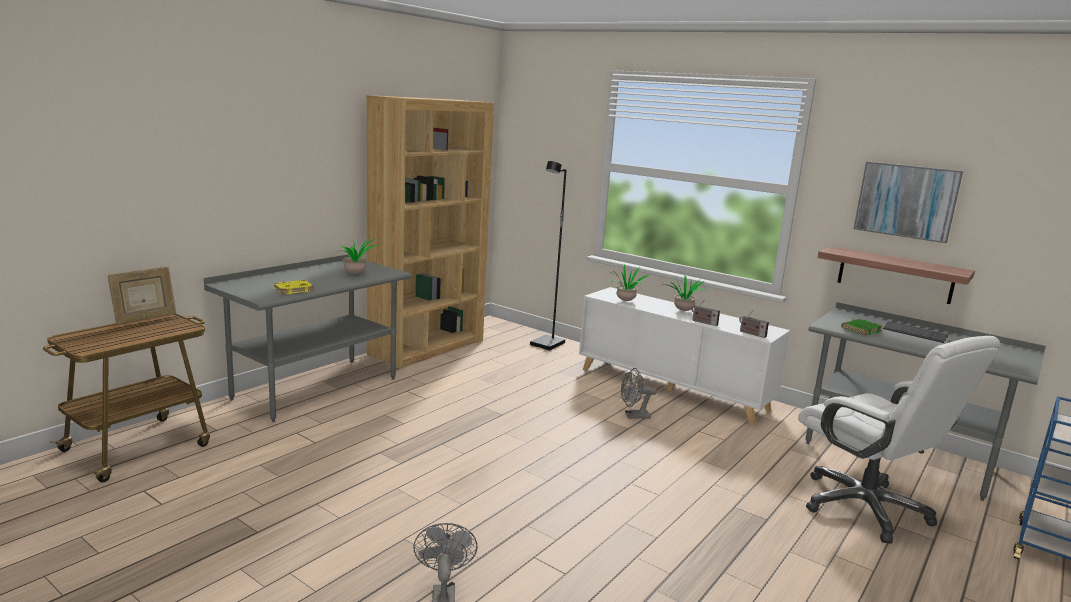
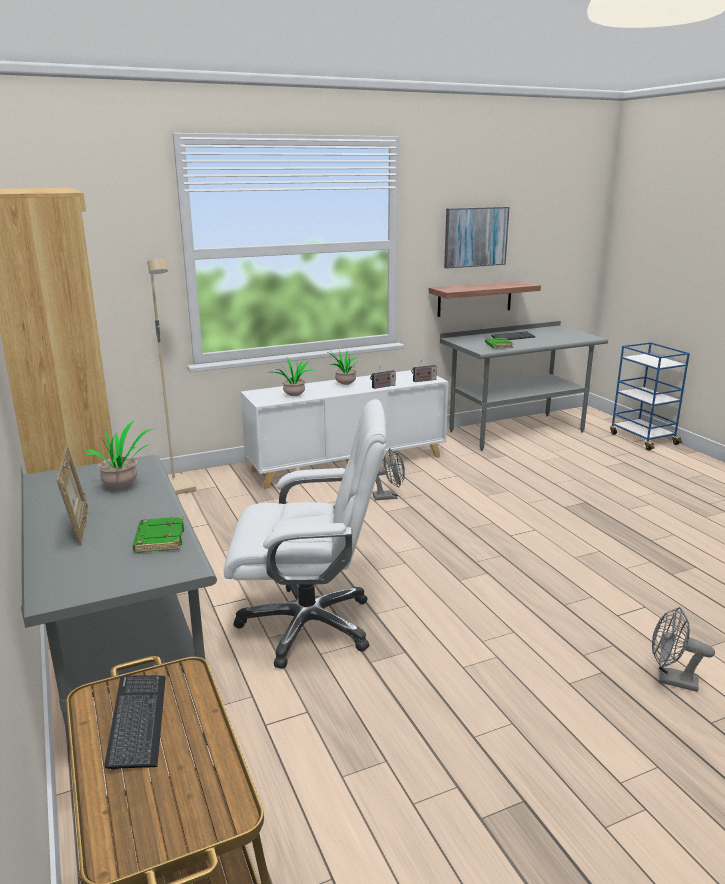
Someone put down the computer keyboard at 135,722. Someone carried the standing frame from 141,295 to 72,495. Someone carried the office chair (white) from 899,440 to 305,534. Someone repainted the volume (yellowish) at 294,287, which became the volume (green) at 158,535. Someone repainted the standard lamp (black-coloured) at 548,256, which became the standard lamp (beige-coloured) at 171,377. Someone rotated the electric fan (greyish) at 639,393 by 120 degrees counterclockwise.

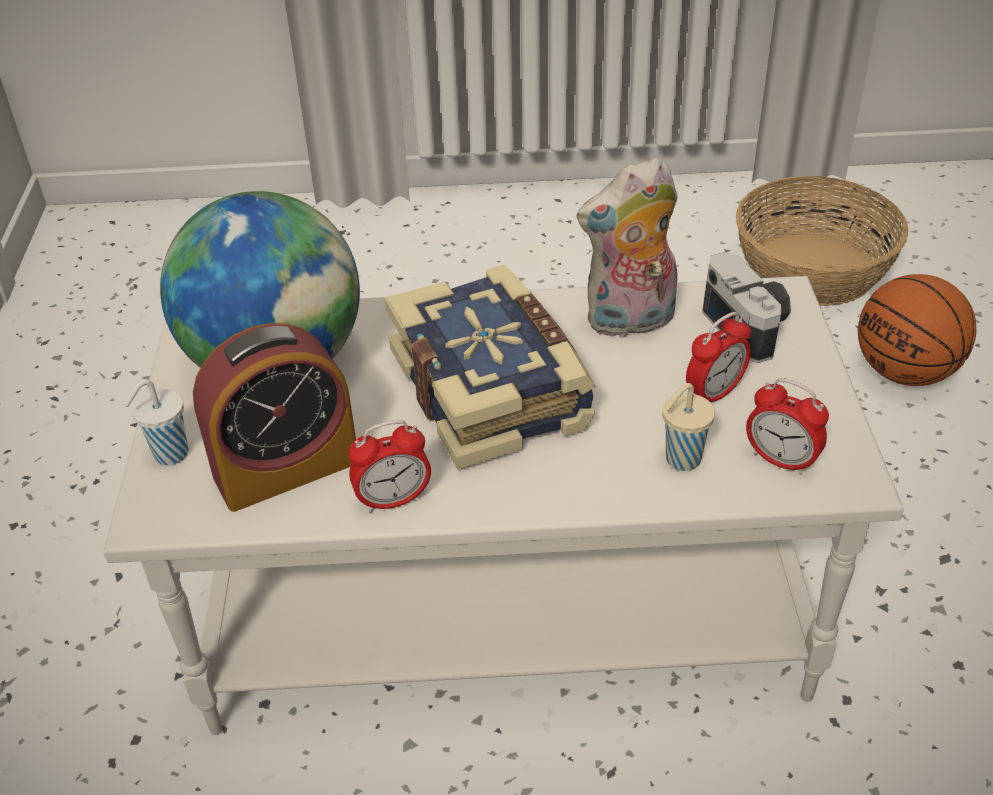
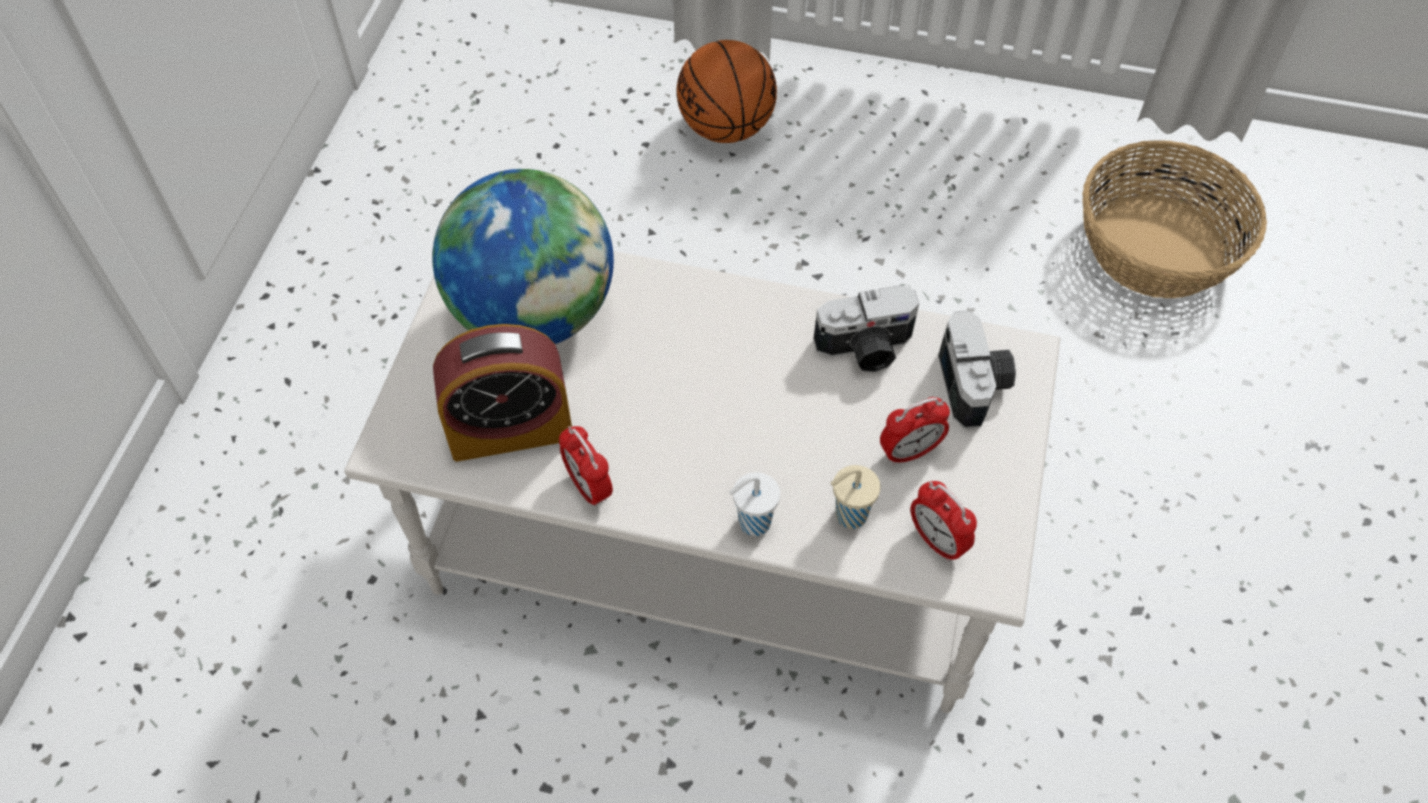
Someone took away the volume at 490,367. Someone carried the cup (white) from 155,422 to 754,504. Someone carried the ball for basketball from 917,330 to 727,91. Someone swapped the soft toy at 627,247 for the still camera at 866,328. Someone rotated the table clock at 389,466 by 60 degrees clockwise.

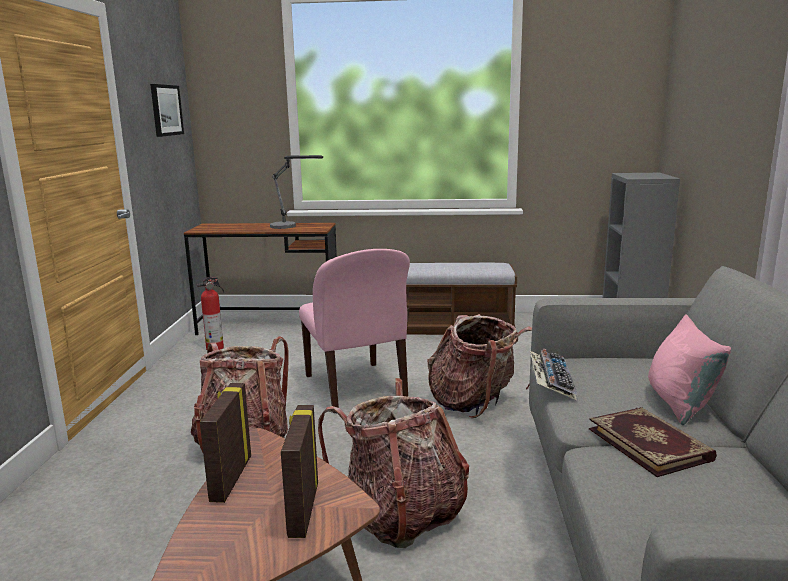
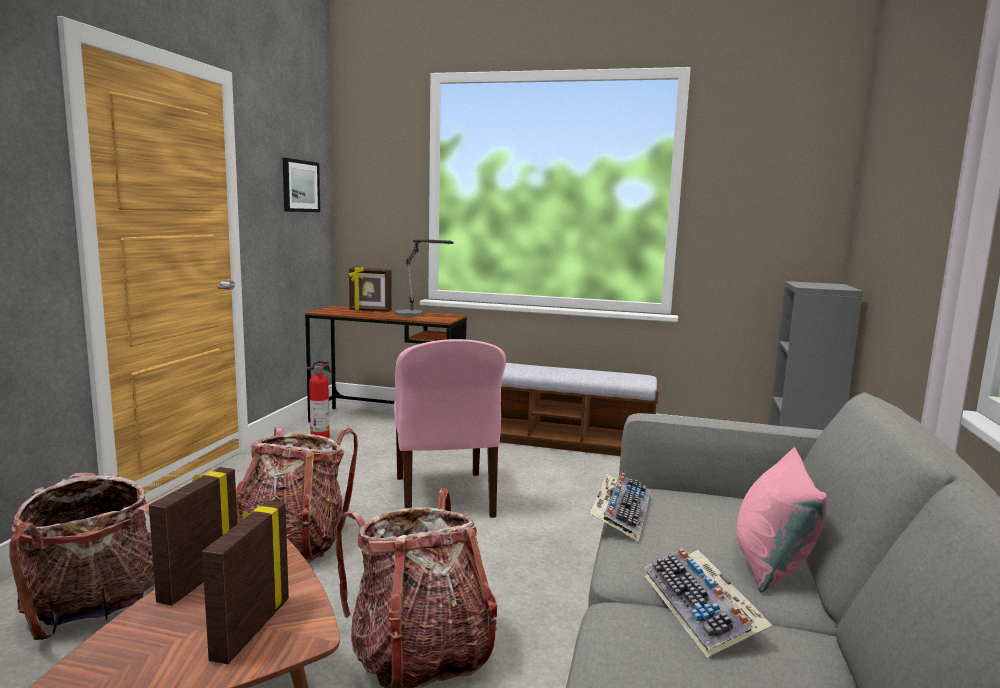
Someone put down the standing frame at 370,289. Someone carried the knapsack from 479,366 to 82,556. Someone swapped the volume at 653,442 for the computer keyboard at 708,603.

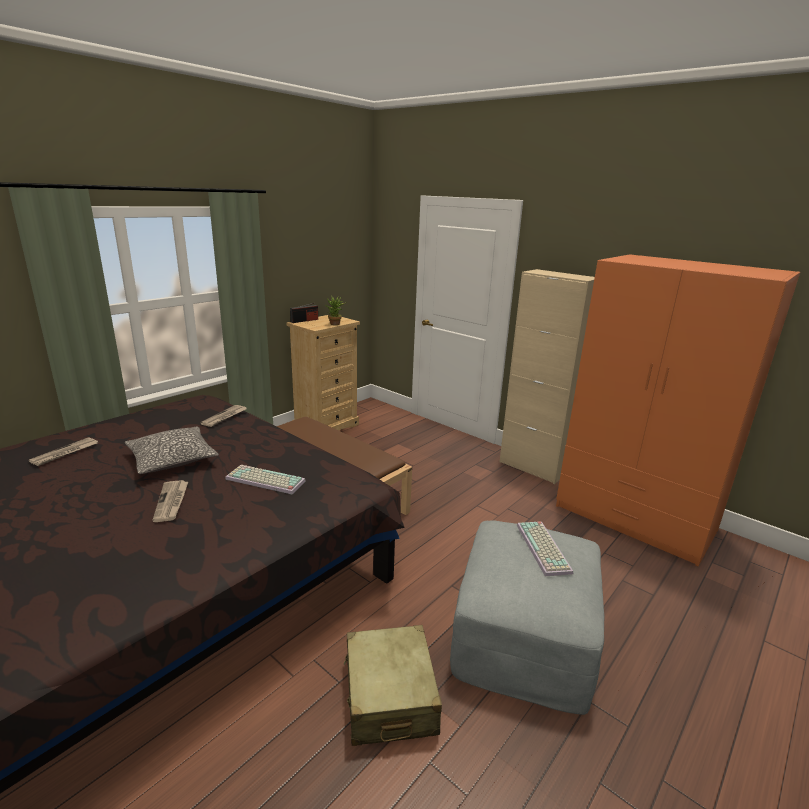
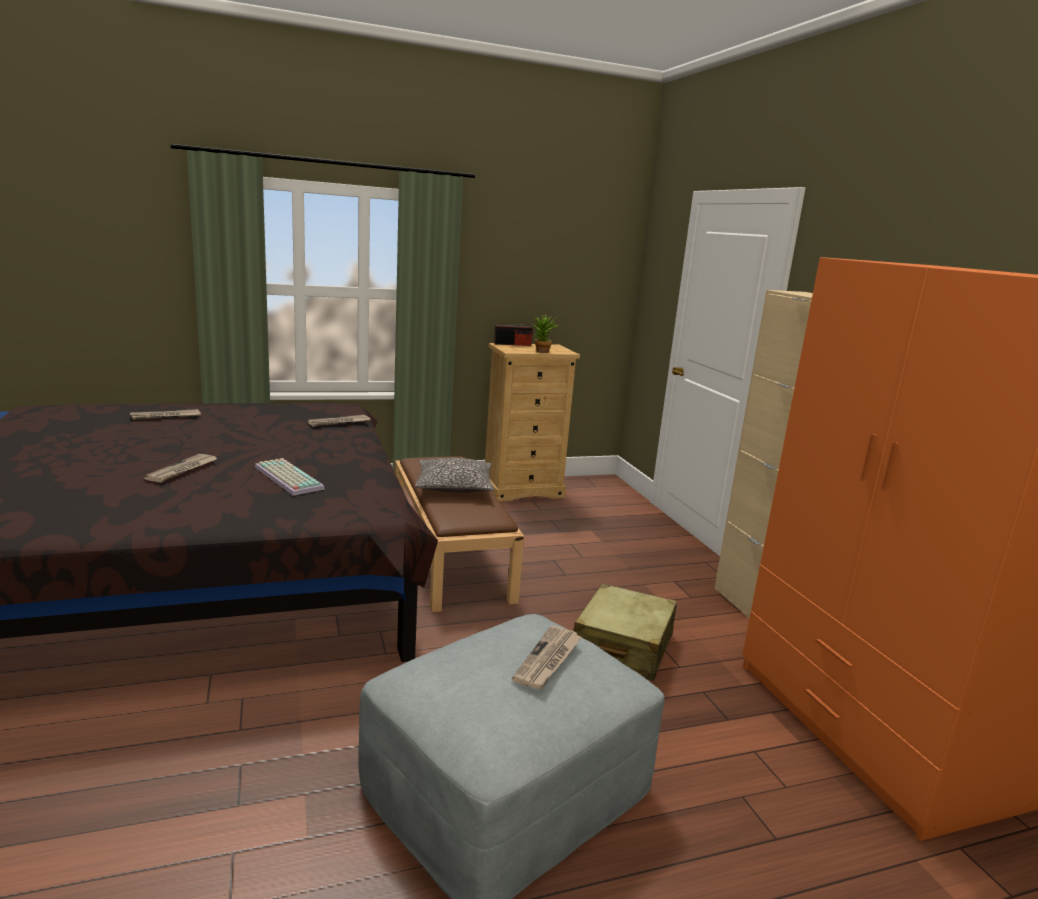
Someone carried the pillow from 172,450 to 454,475. Someone carried the suitcase (beige-coloured) from 393,685 to 625,632. Someone swapped the computer keyboard at 545,548 for the daily paper at 547,657.

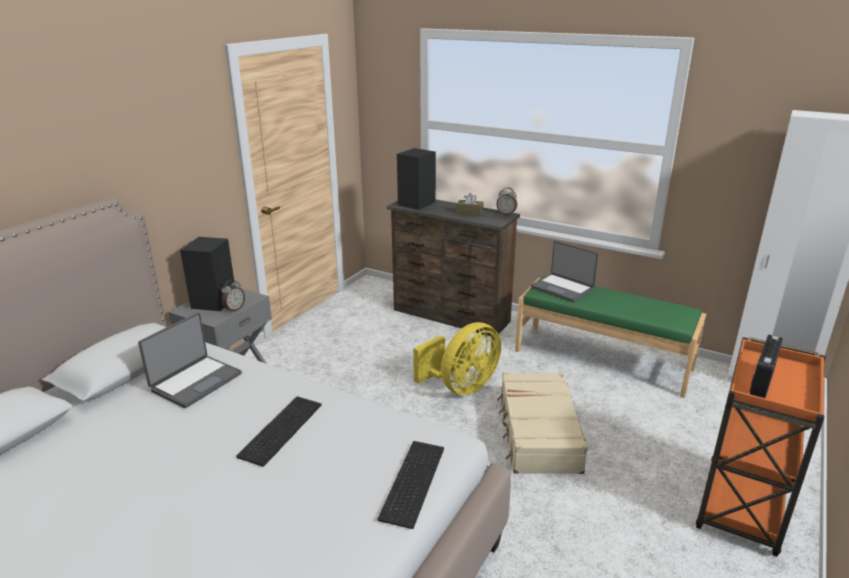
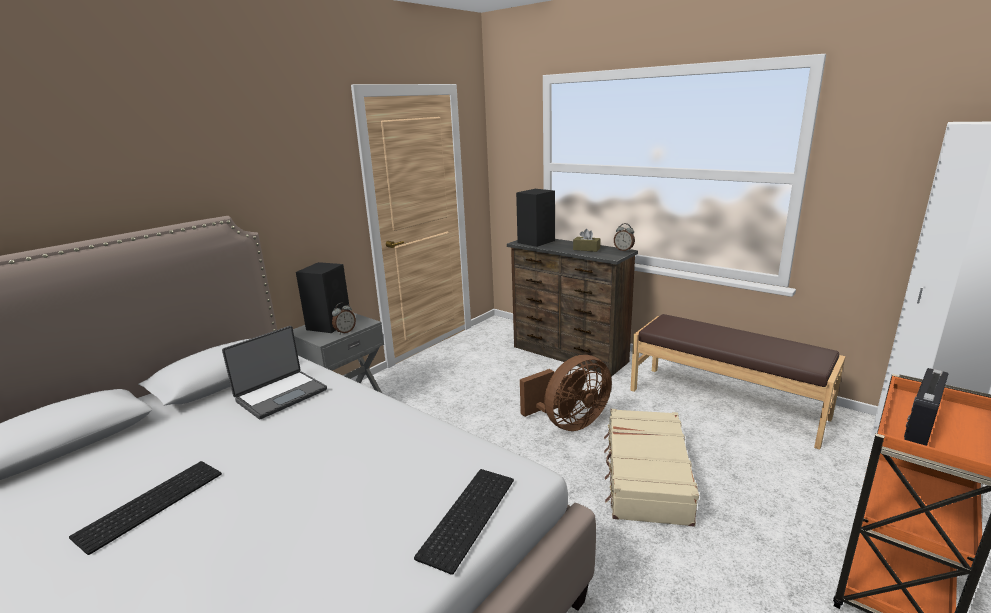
Someone took away the laptop at 565,271. Someone carried the computer keyboard from 279,431 to 145,508. Someone repainted the electric fan (yellowish) at 457,358, which became the electric fan (brown-coloured) at 566,393. Someone repainted the long seat (green) at 610,337, which became the long seat (brown-coloured) at 738,382.

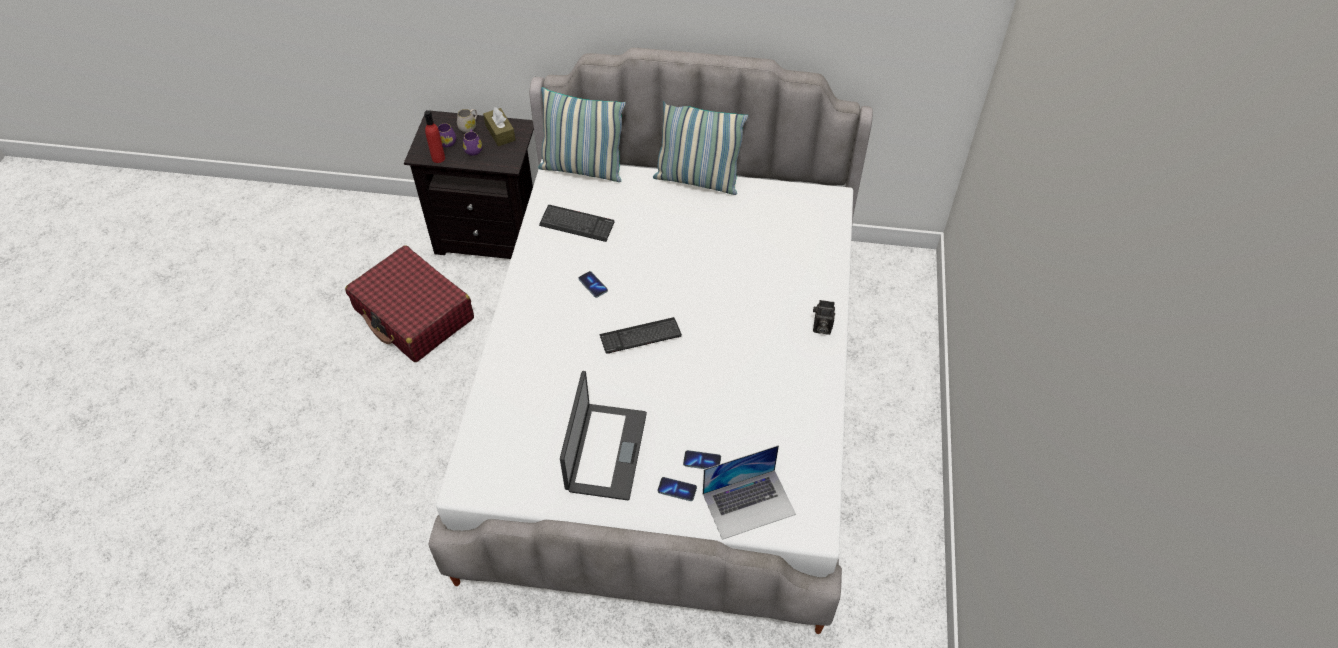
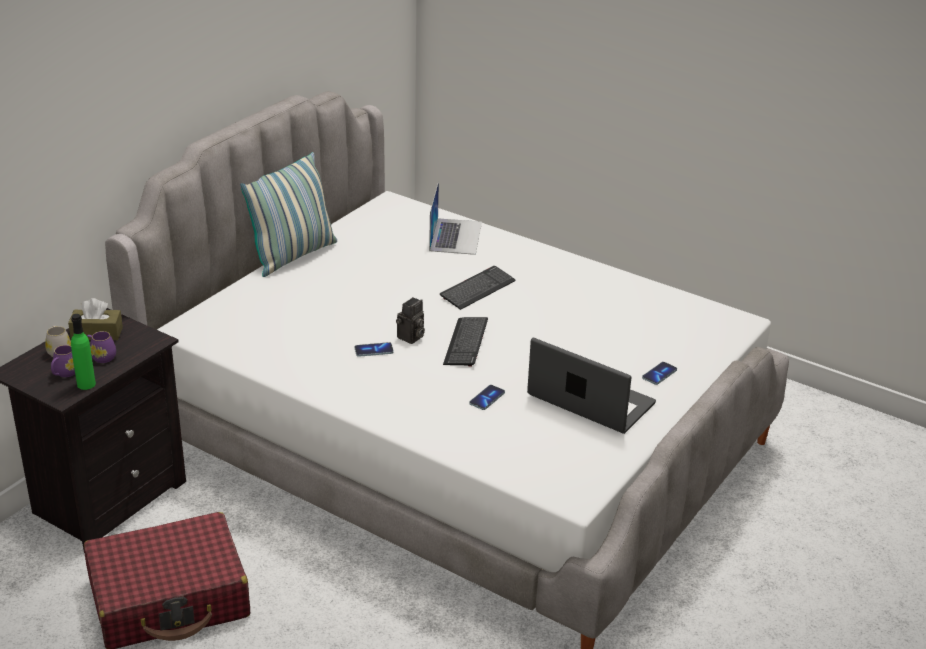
Someone took away the pillow at 582,134. Someone carried the computer keyboard from 577,223 to 478,288. Someone carried the handset from 702,459 to 487,397. Someone carried the laptop from 749,492 to 455,218. Someone carried the still camera from 824,317 to 410,320. Someone repainted the bottle (reddish) at 434,136, which became the bottle (green) at 83,352.

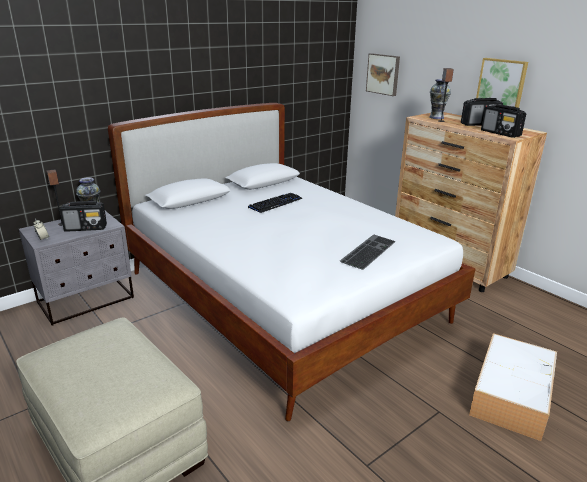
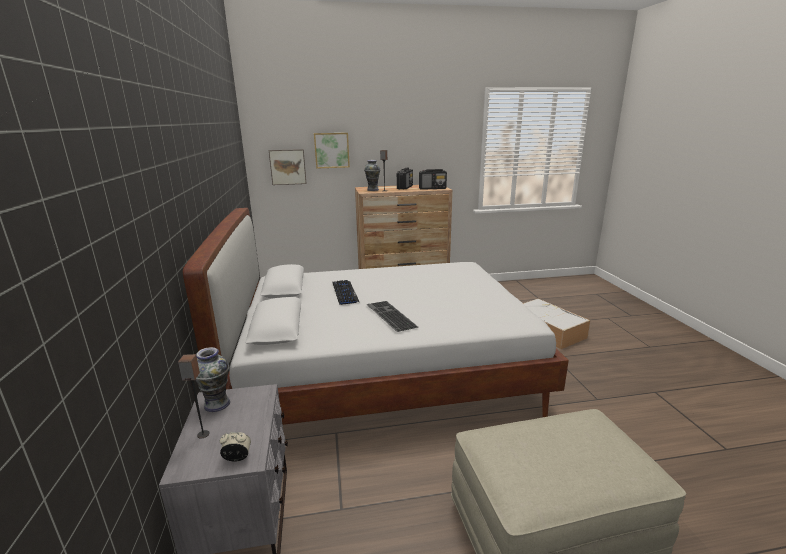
Someone took away the radio receiver at 83,216. Someone carried the computer keyboard from 368,252 to 392,316. Someone carried the wall picture from 502,83 to 332,151.

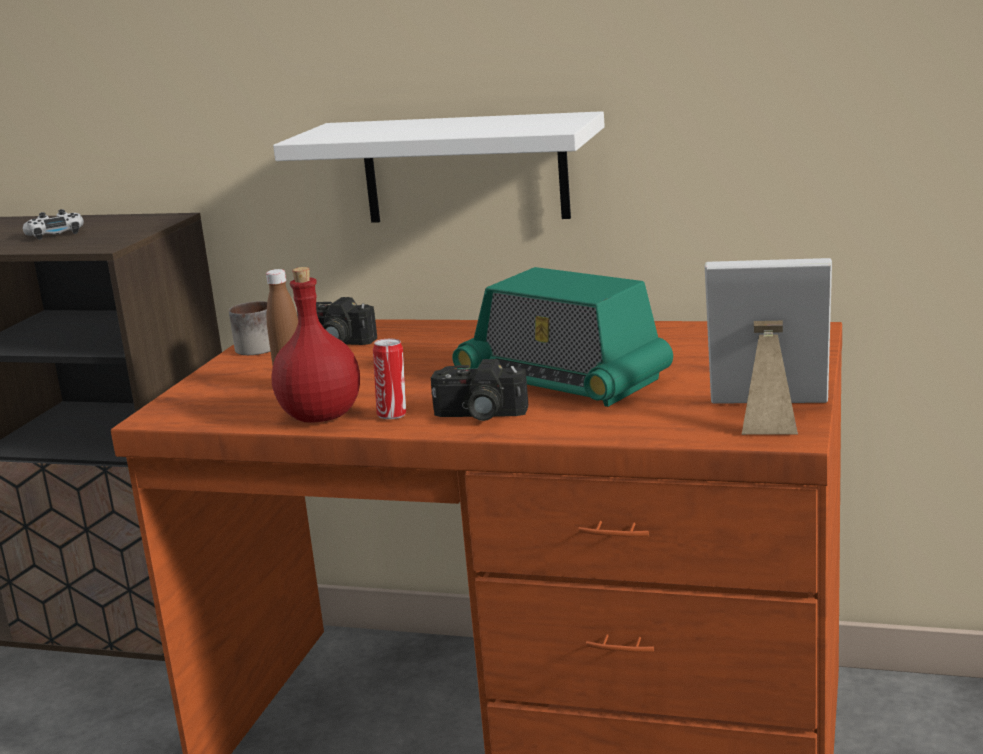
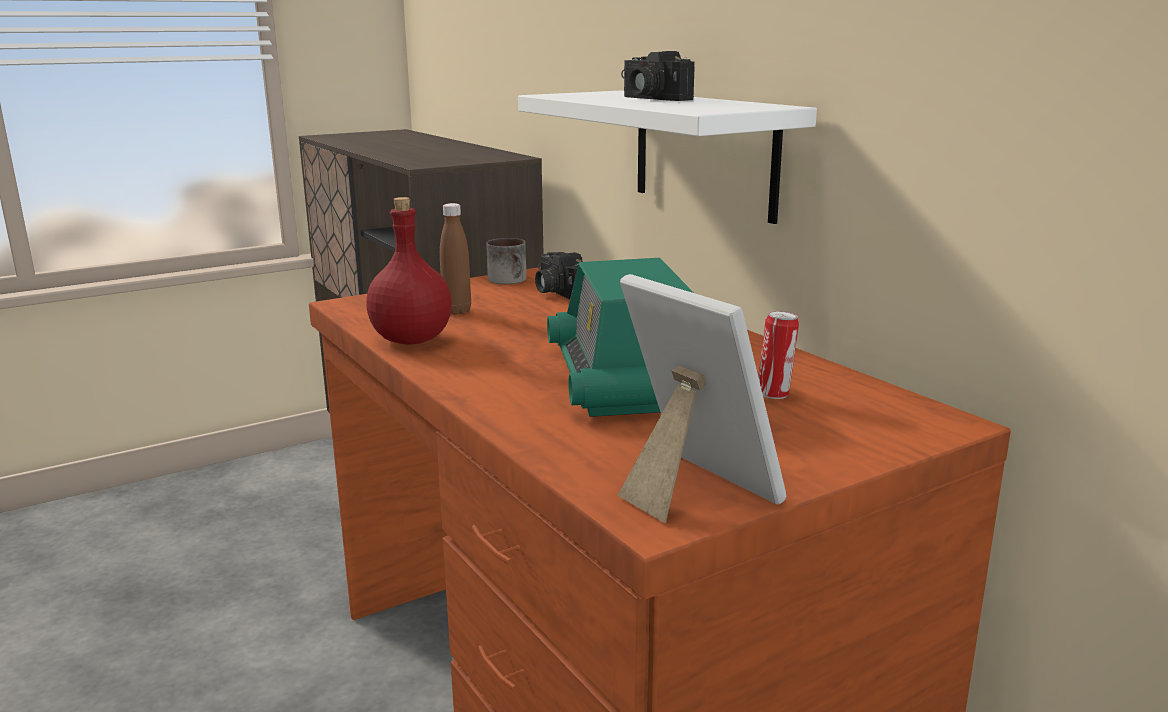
Someone took away the game controller (white) at 53,224. Someone carried the metal can from 389,379 to 778,355. Someone carried the still camera from 479,390 to 658,76.

